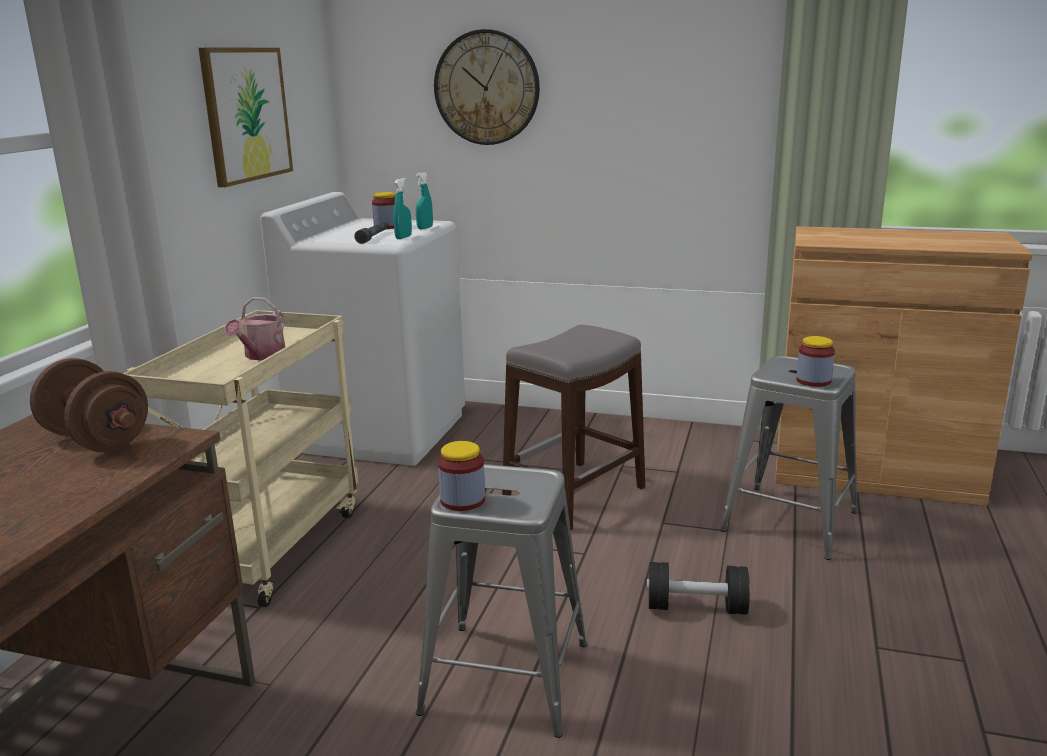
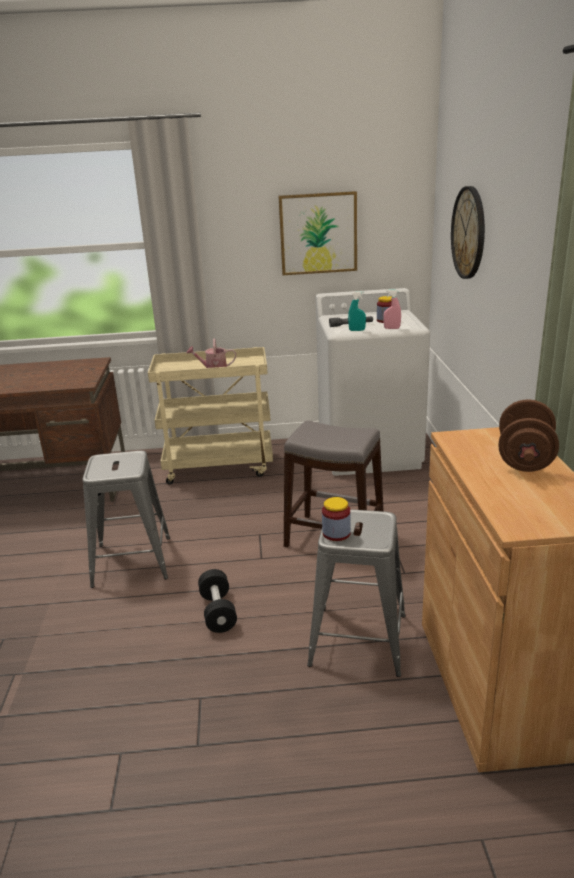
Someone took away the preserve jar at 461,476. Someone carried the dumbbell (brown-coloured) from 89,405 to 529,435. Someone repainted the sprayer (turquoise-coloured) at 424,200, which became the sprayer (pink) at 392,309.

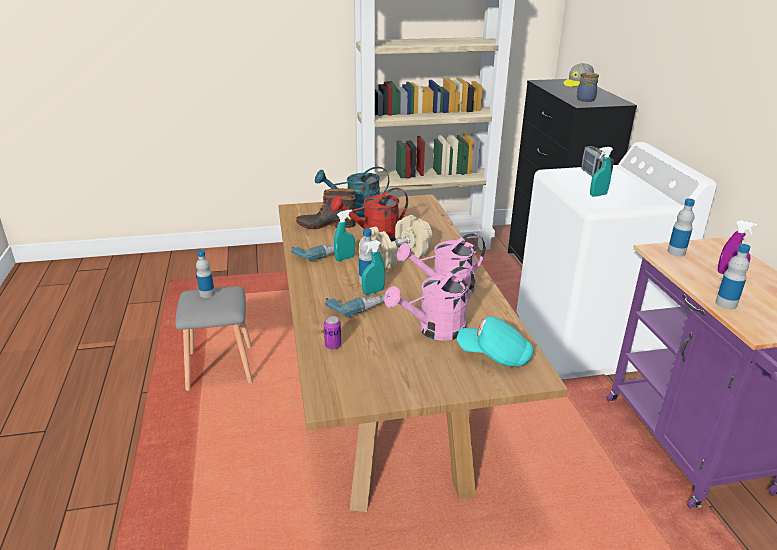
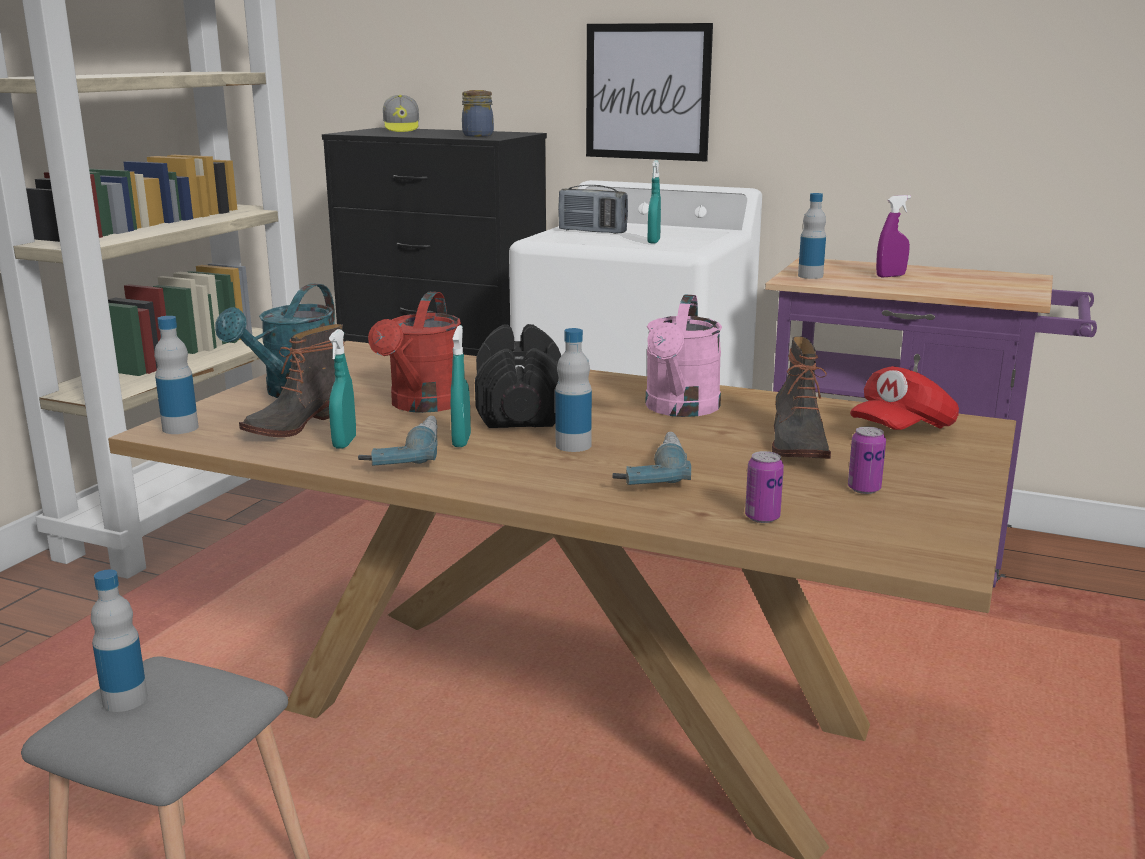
Someone put up the wall picture at 649,92. Someone put down the metal can at 867,460. Someone carried the sprayer (turquoise-coloured) from 373,267 to 342,389. Someone carried the bottle from 732,276 to 176,375. Someone swapped the watering can (pink) at 429,303 for the high-top boot at 801,397. Someone repainted the dumbbell (beige-coloured) at 395,242, which became the dumbbell (black-coloured) at 518,376. Someone repainted the peaked cap (turquoise-coloured) at 495,341, which became the peaked cap (reddish) at 904,398.

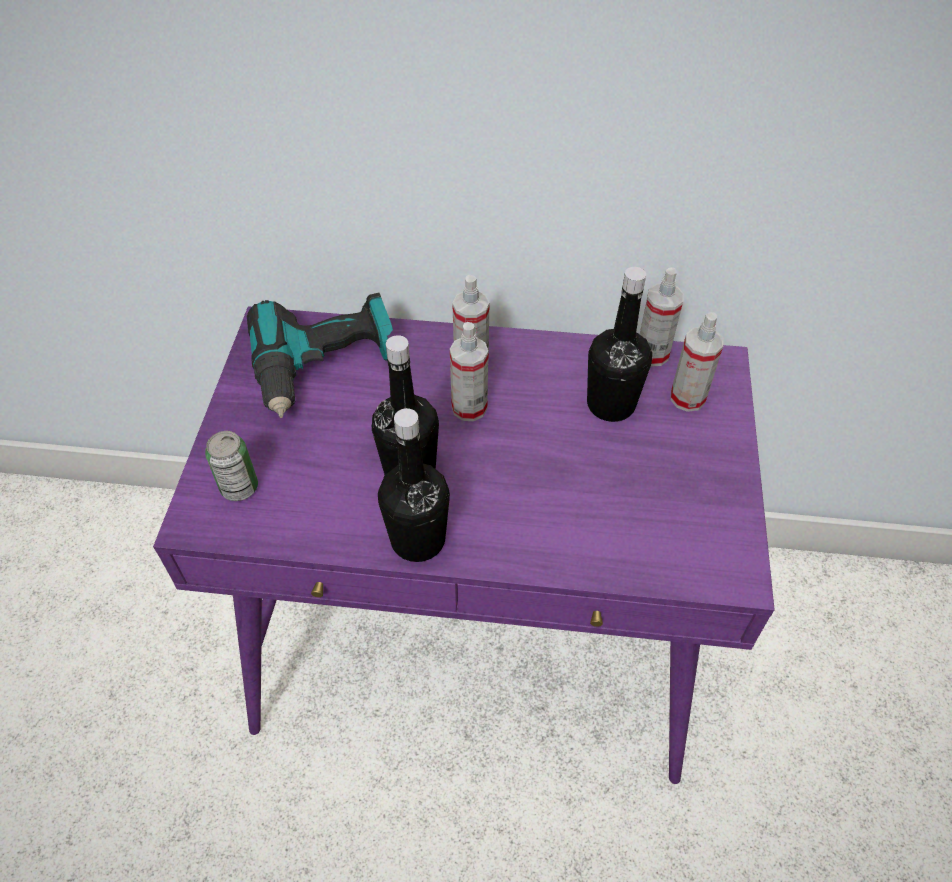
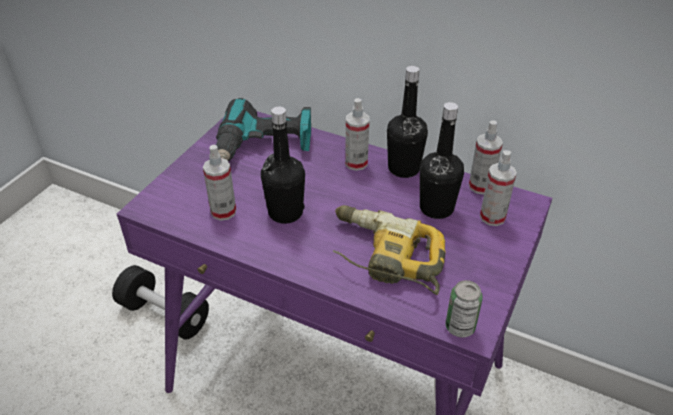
Someone put down the dumbbell (black-coloured) at 160,302. Someone put down the power drill at 389,250. Someone carried the metal can from 231,466 to 464,309. Someone carried the bottle (black-coloured) from 414,485 to 407,122. Someone carried the sprayer from 469,371 to 219,183.

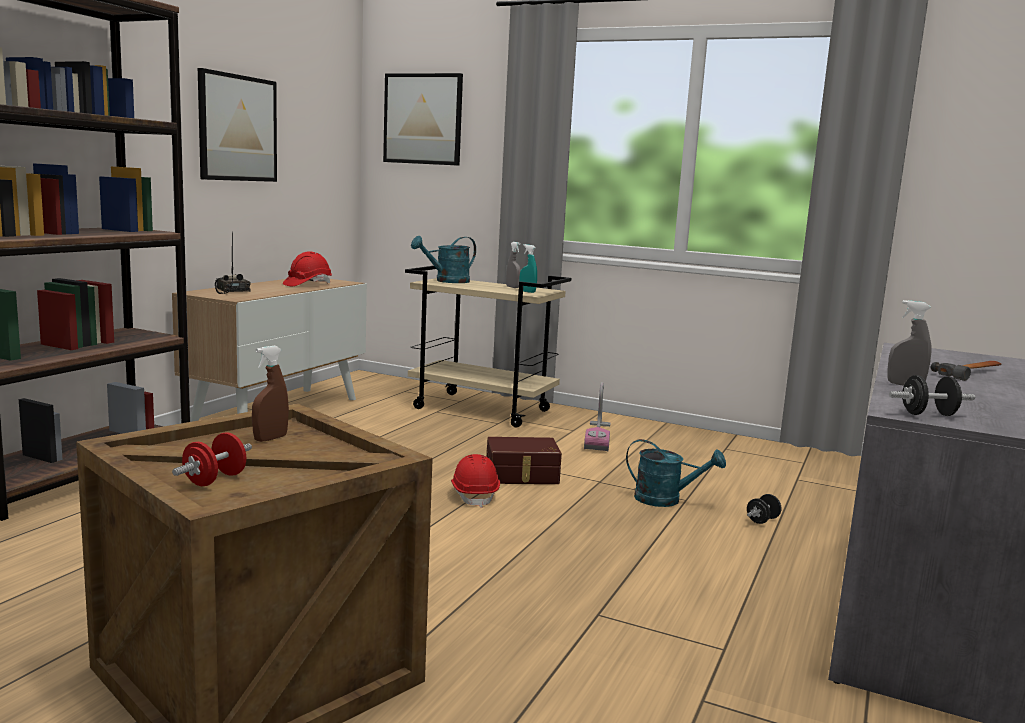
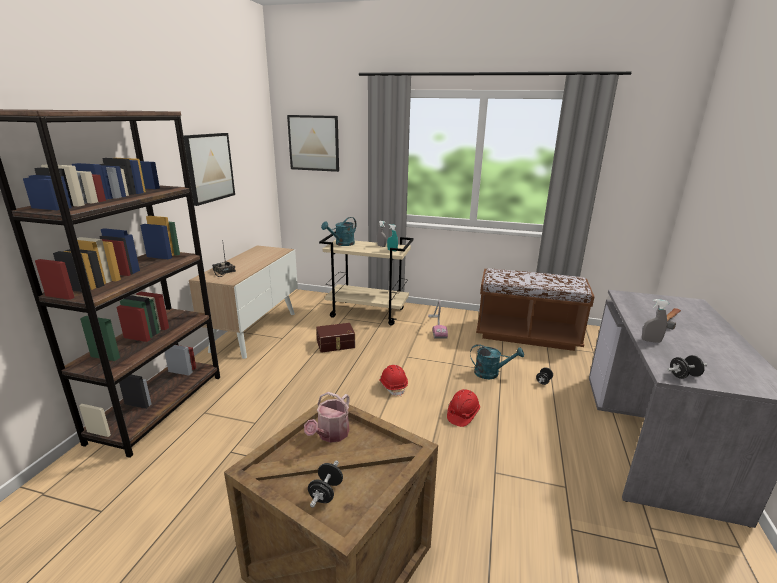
Someone put down the long seat (brown-coloured) at 535,309. Someone carried the work helmet (reddish) from 307,269 to 463,408. Someone carried the storage bin (brown-coloured) from 524,460 to 335,338. Someone swapped the sprayer (brown-coloured) at 270,394 for the watering can at 326,417. Someone repainted the dumbbell (reddish) at 212,459, which became the dumbbell (black-coloured) at 325,484.

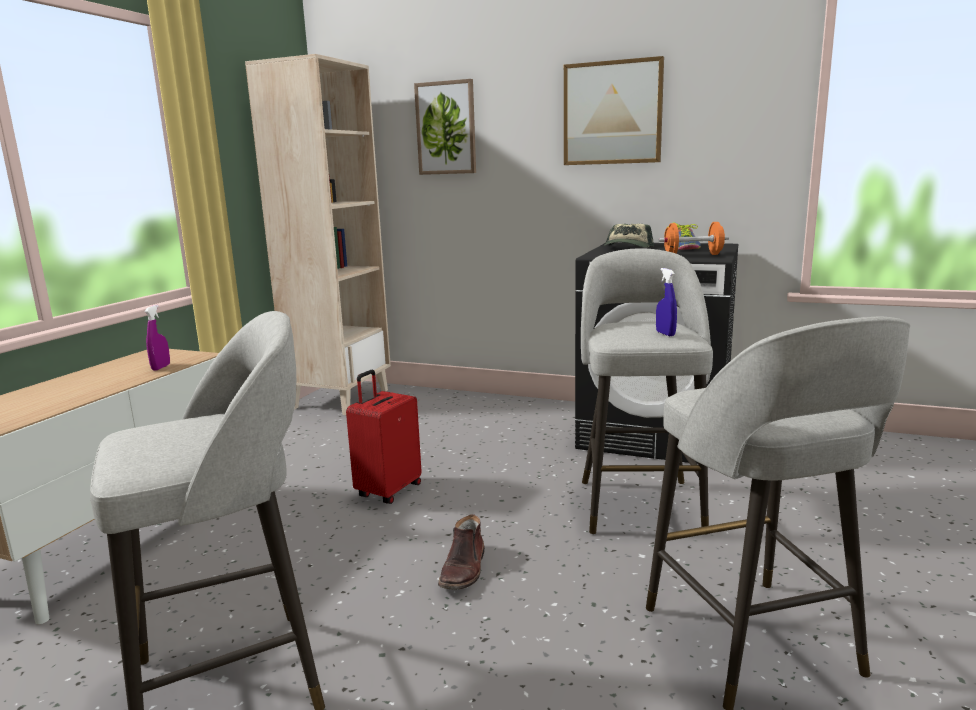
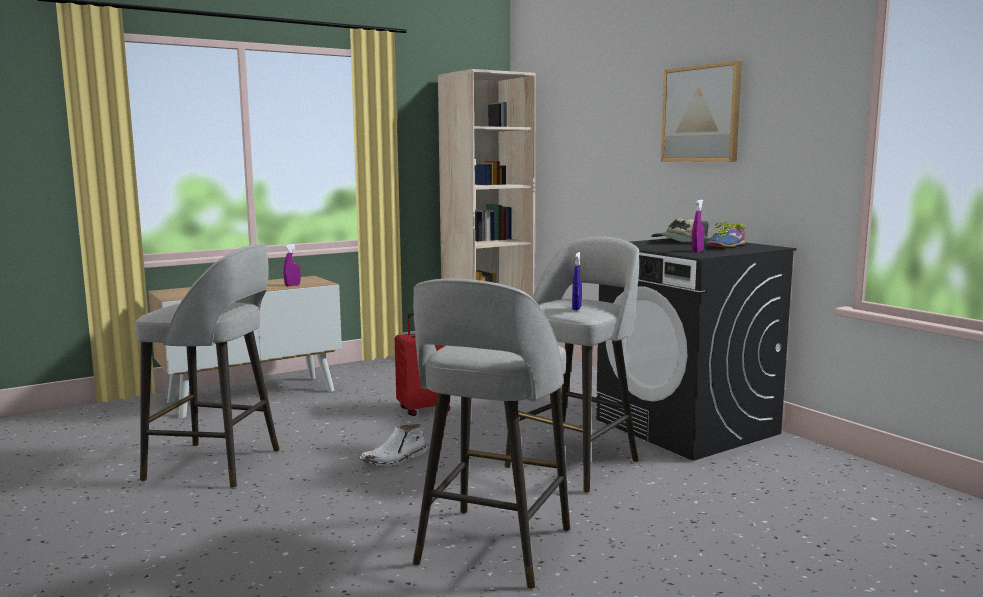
Someone took away the wall picture at 445,127. Someone swapped the dumbbell (orange-coloured) at 694,238 for the sprayer (purple-coloured) at 697,225. Someone repainted the high-top boot (brown-coloured) at 461,552, which became the high-top boot (white) at 393,445.

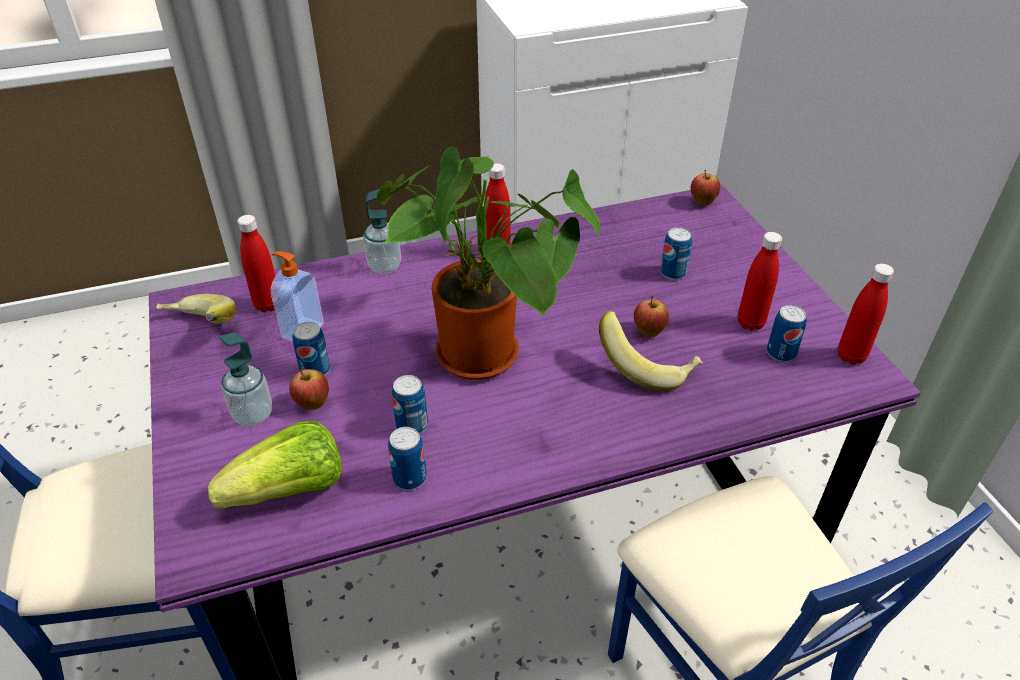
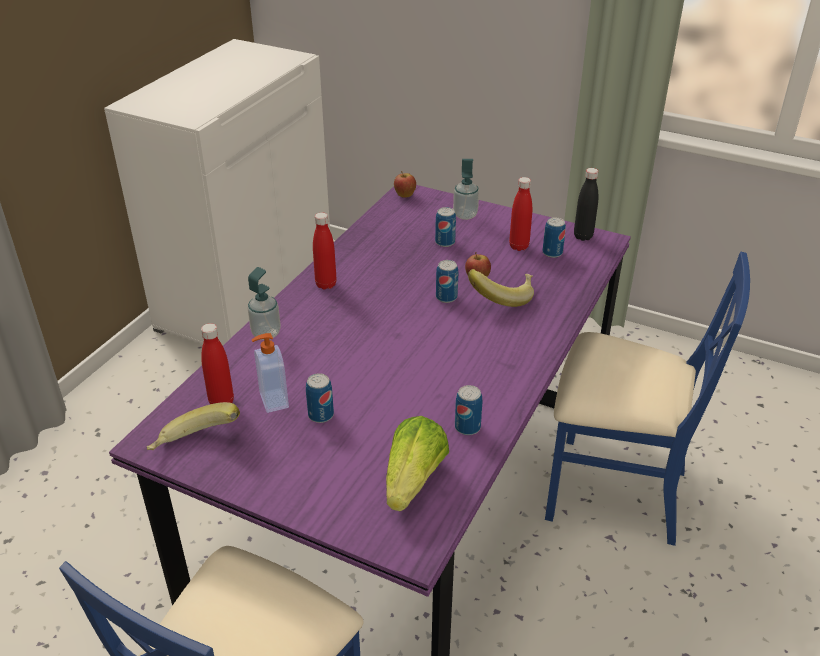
Someone took away the apple fruit at 309,389. Someone took away the potted plant at 488,263. Someone carried the soap bottle from 246,379 to 466,189. Someone carried the metal can from 410,404 to 447,281. Someone repainted the bottle (reddish) at 866,314, which became the bottle (black-coloured) at 586,204.

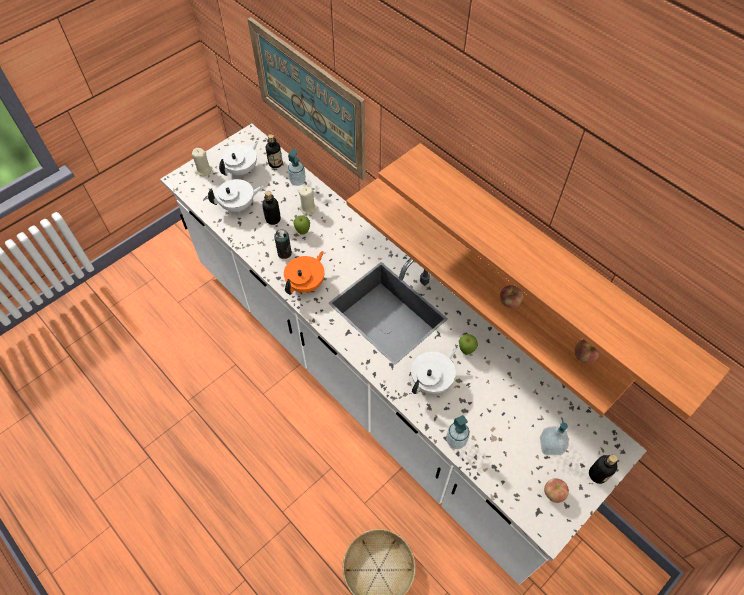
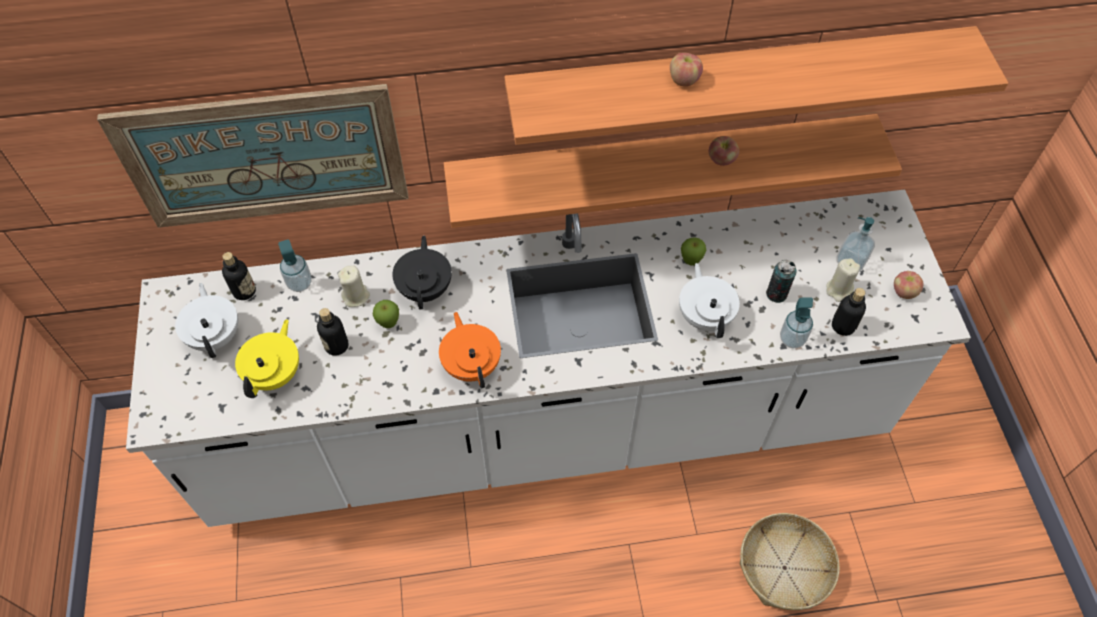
Someone put down the pot for tea (black-coloured) at 422,272. Someone carried the wax candle (beige-coloured) from 202,162 to 843,280. Someone carried the metal can from 283,244 to 781,281. Someone carried the apple fruit from 587,351 to 686,70. Someone carried the bottle from 603,469 to 849,312. Someone repainted the pot for tea (white) at 235,196, which became the pot for tea (yellowish) at 267,358.

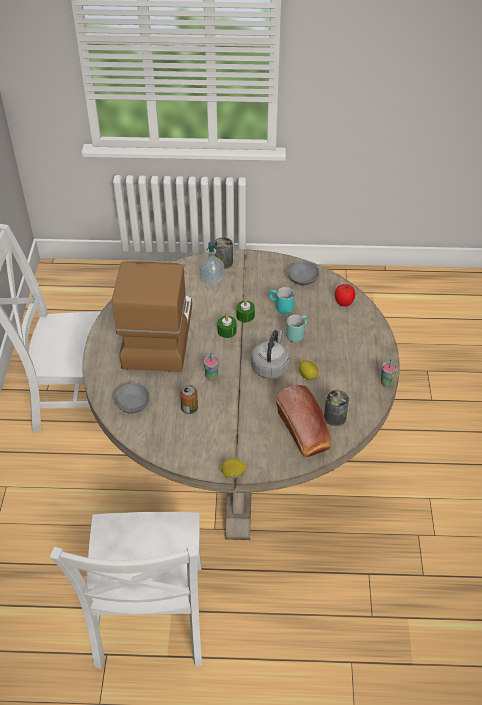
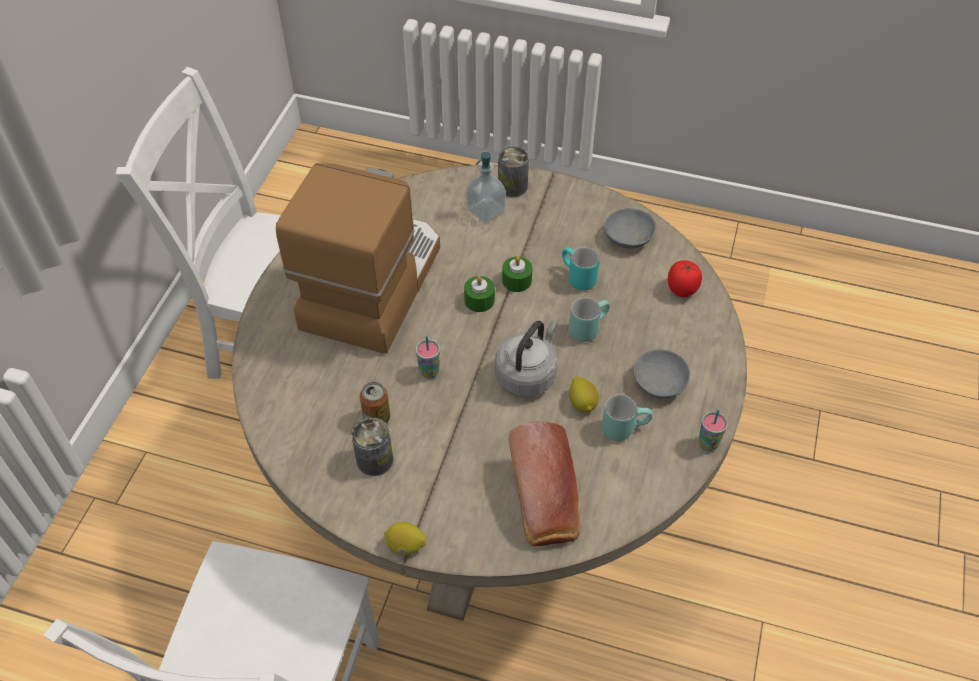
Someone put down the tea mug (turquoise-coloured) at 627,417. Someone carried the bowl (greyish) from 132,398 to 661,374. Someone carried the metal can from 336,408 to 372,447.

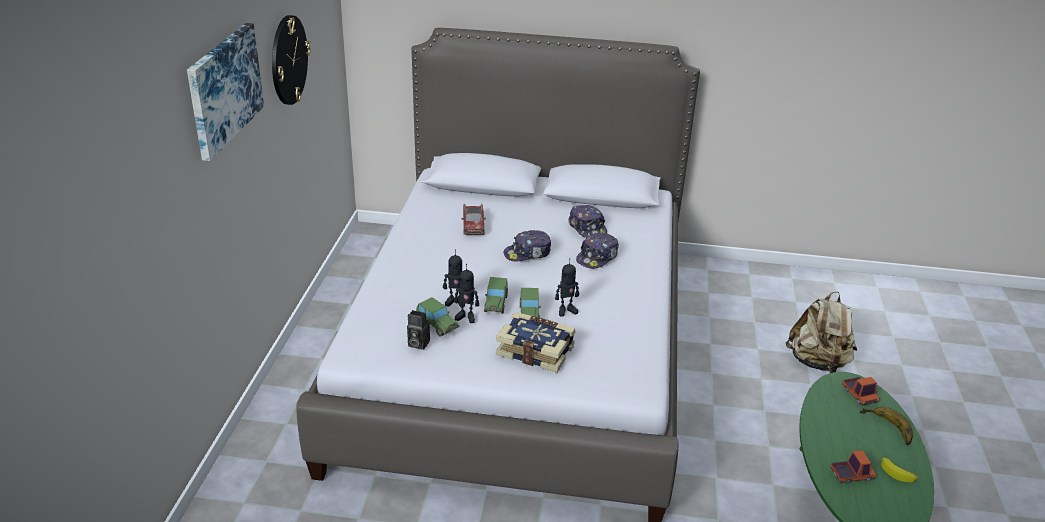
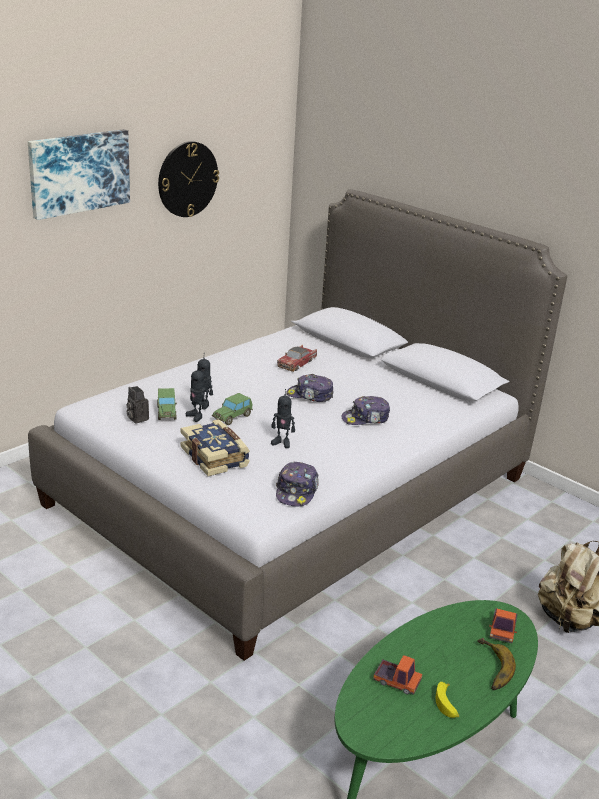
Someone took away the miniature car at 530,303. Someone carried the peaked cap from 587,221 to 297,483.

